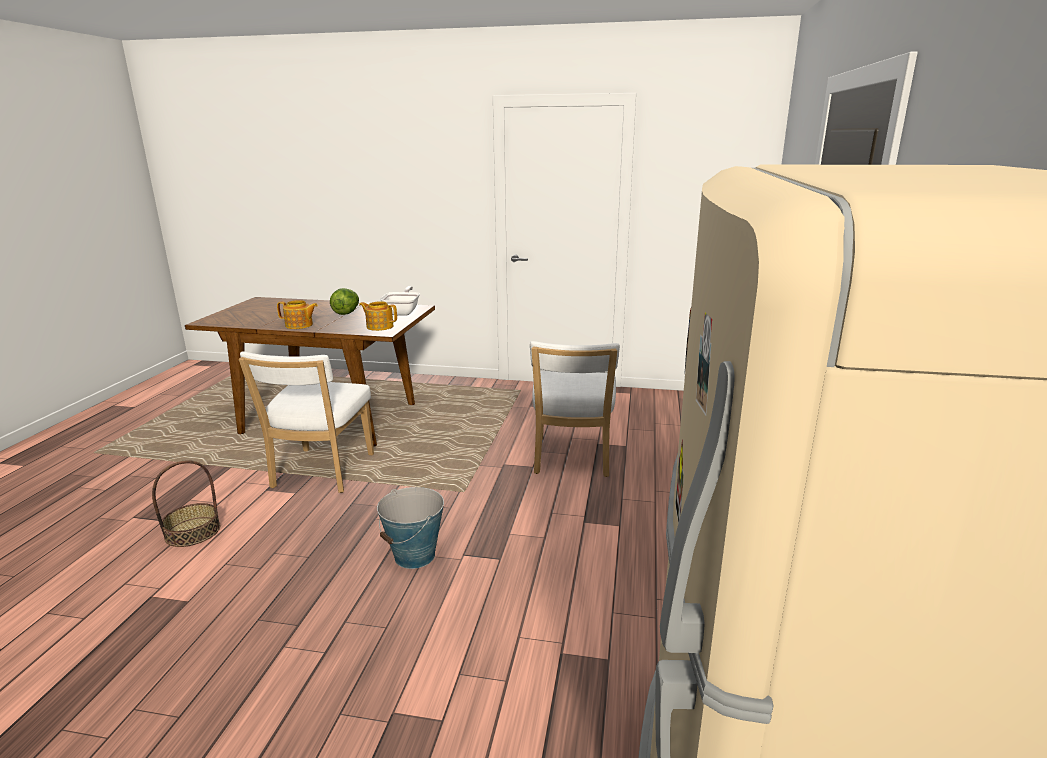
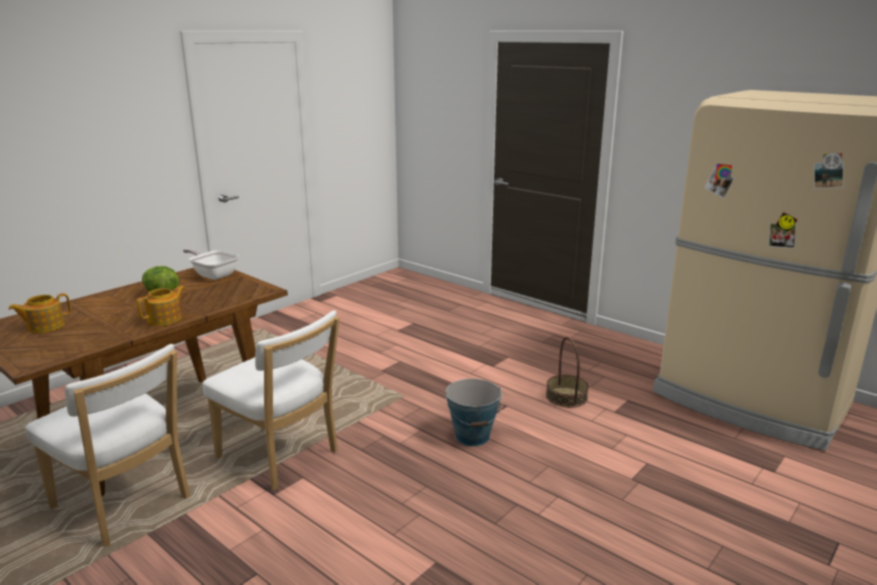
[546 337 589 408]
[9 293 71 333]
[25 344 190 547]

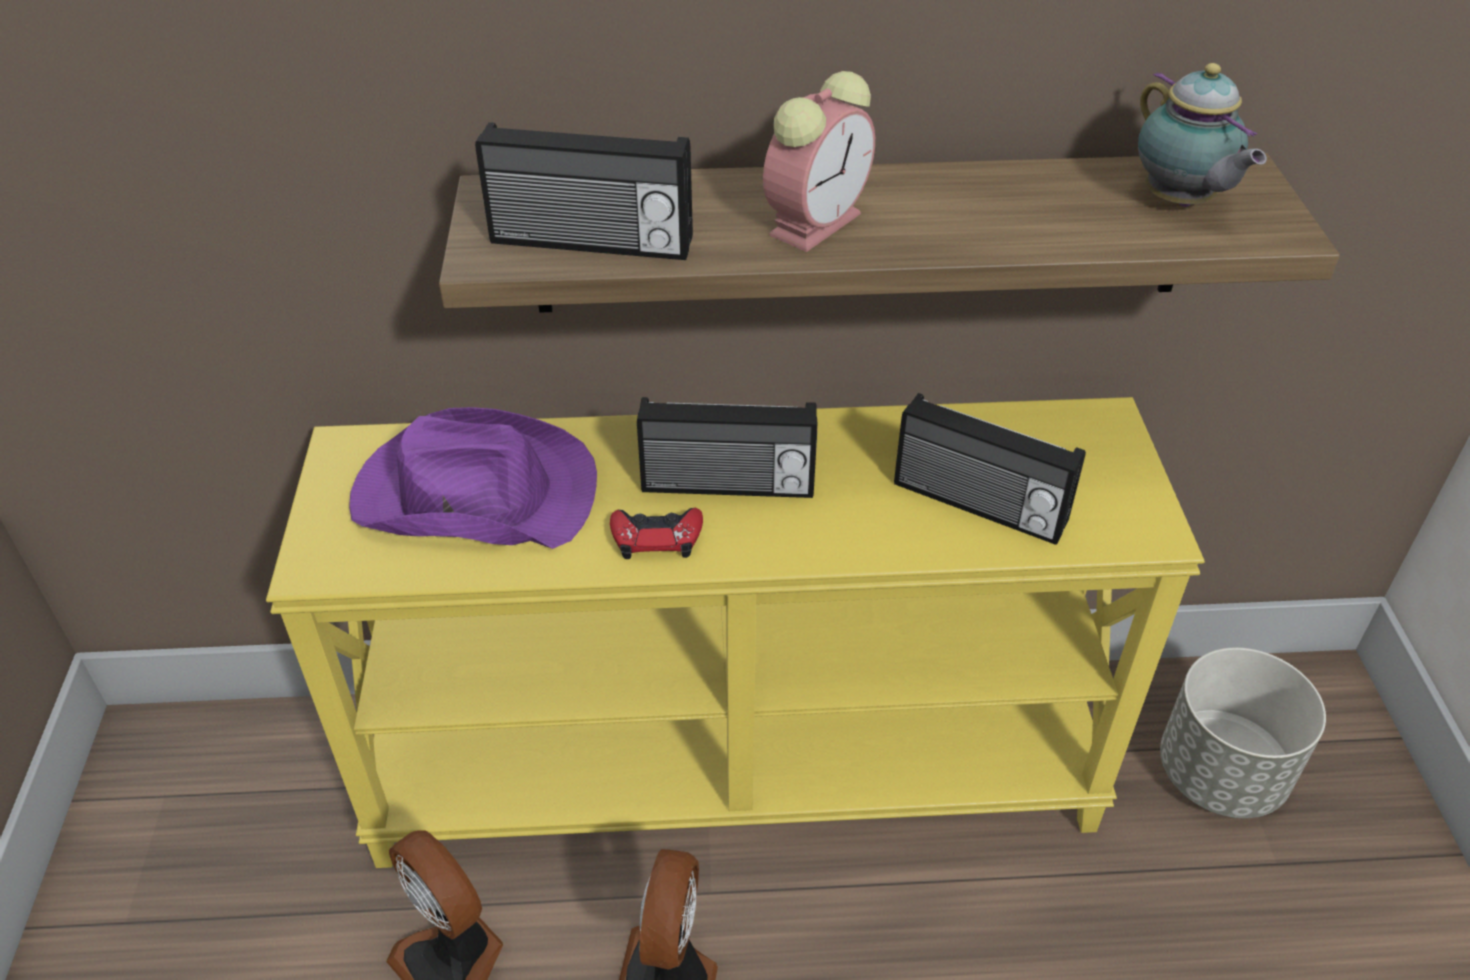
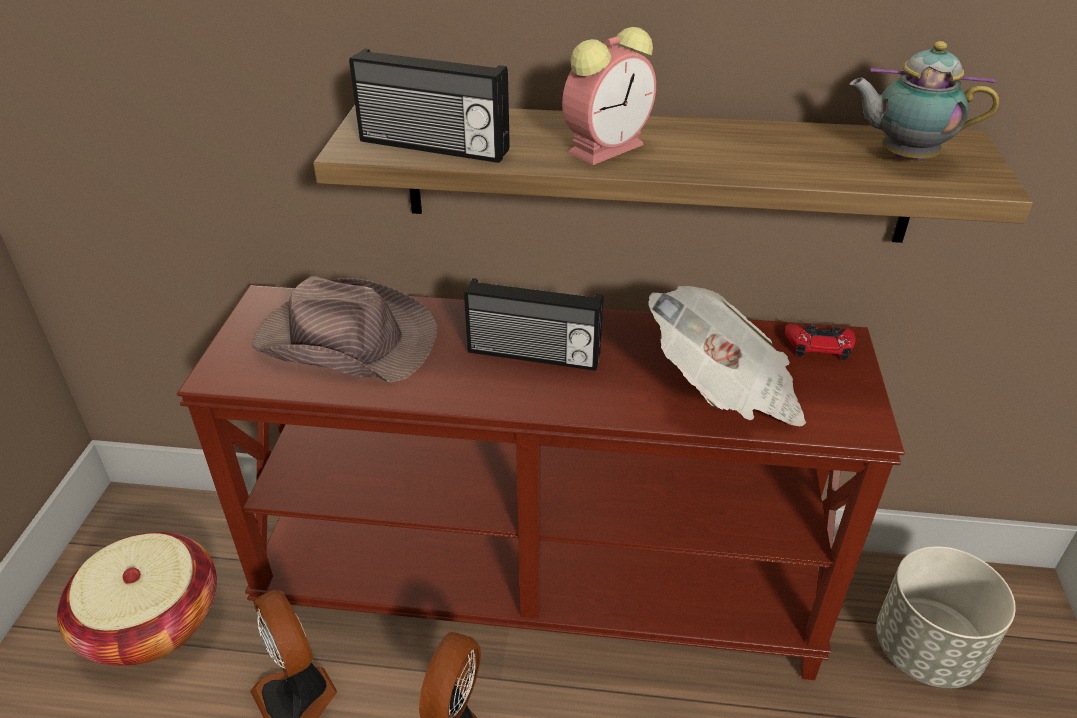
[57 532 217 666]
[785 324 855 361]
[648 286 806 427]
[177 285 905 680]
[252 276 438 383]
[849 41 999 160]

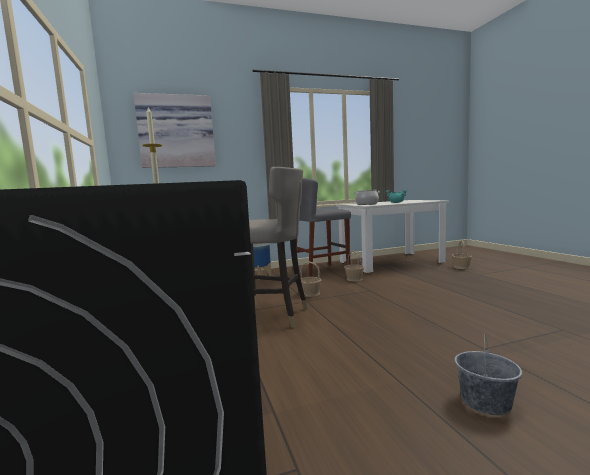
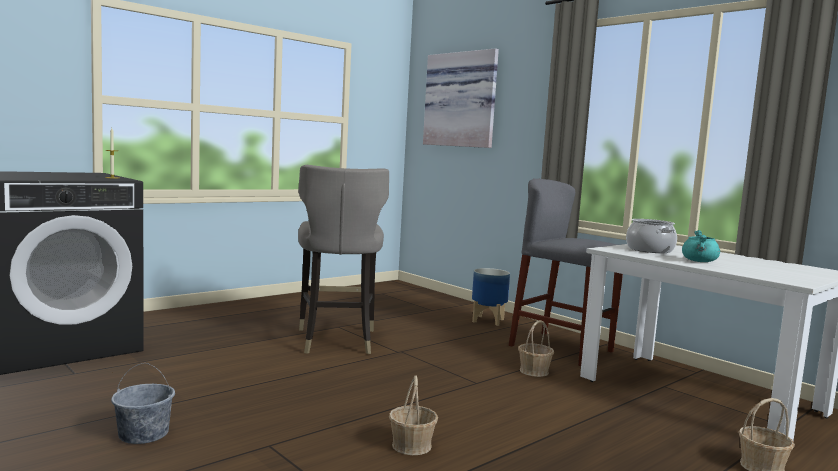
[389 375 438 455]

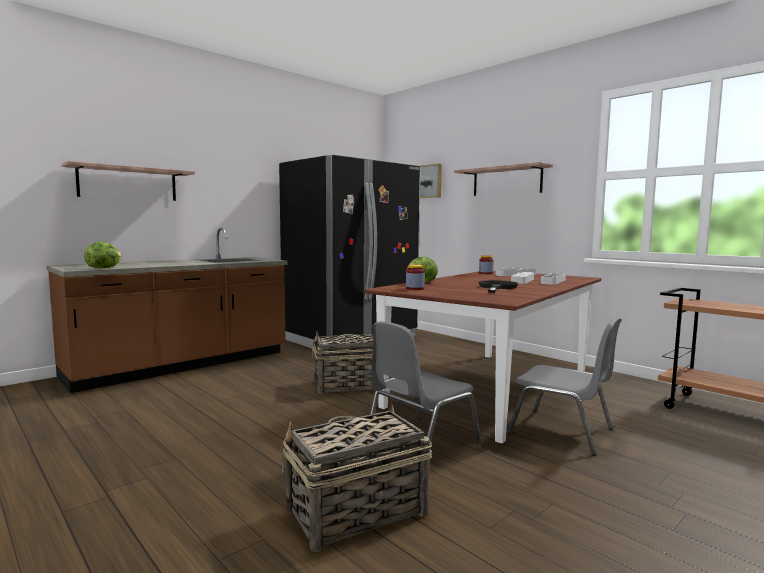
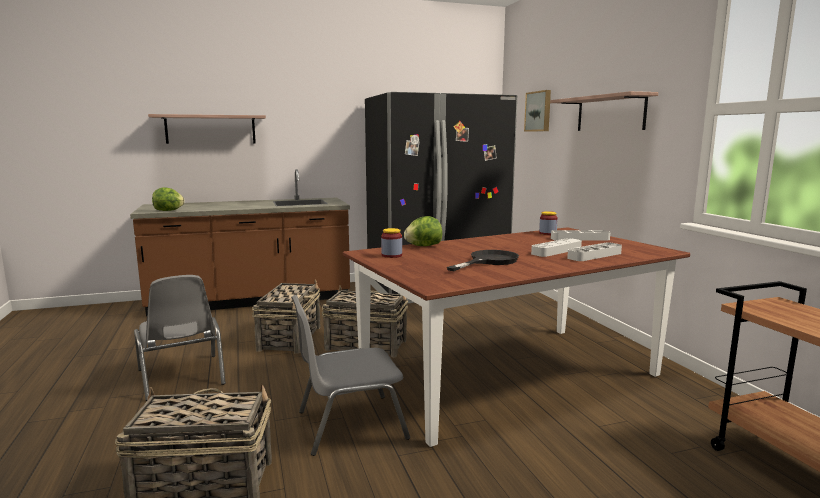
[252 279 320 354]
[134 275 226 401]

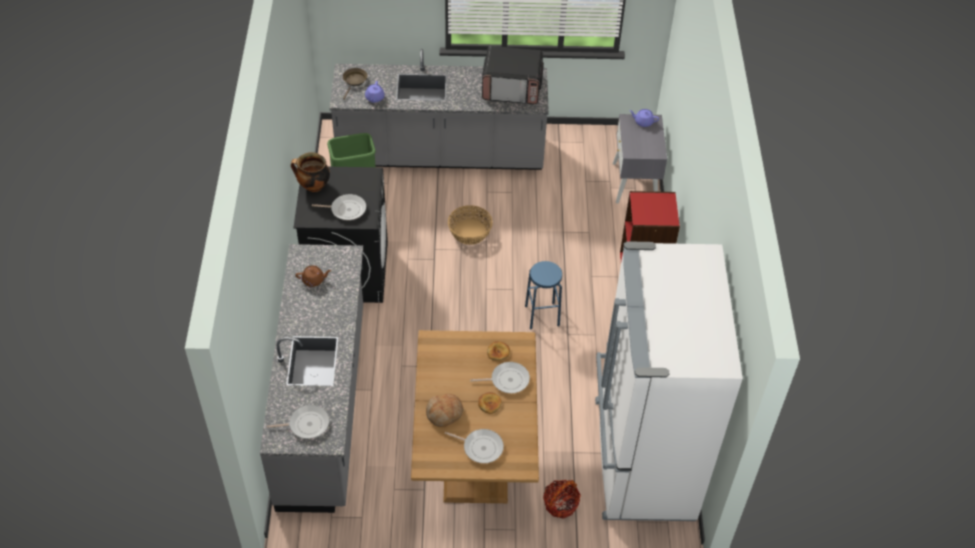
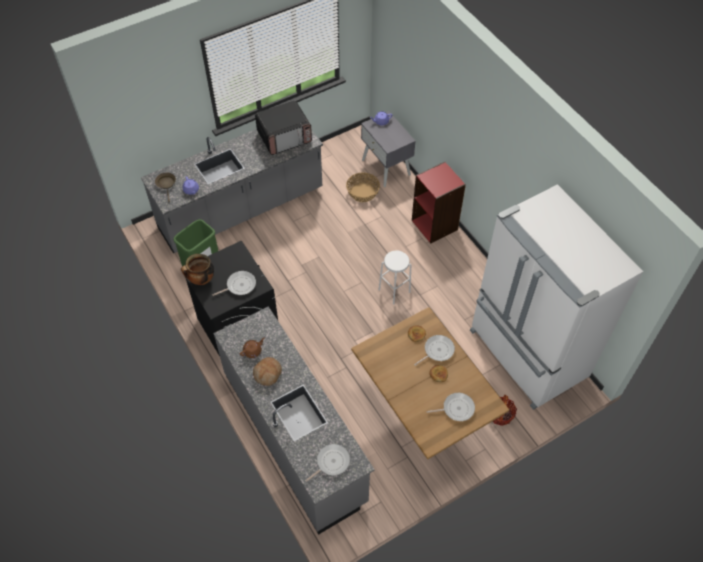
[253 357 282 386]
[346 172 380 202]
[379 251 411 304]

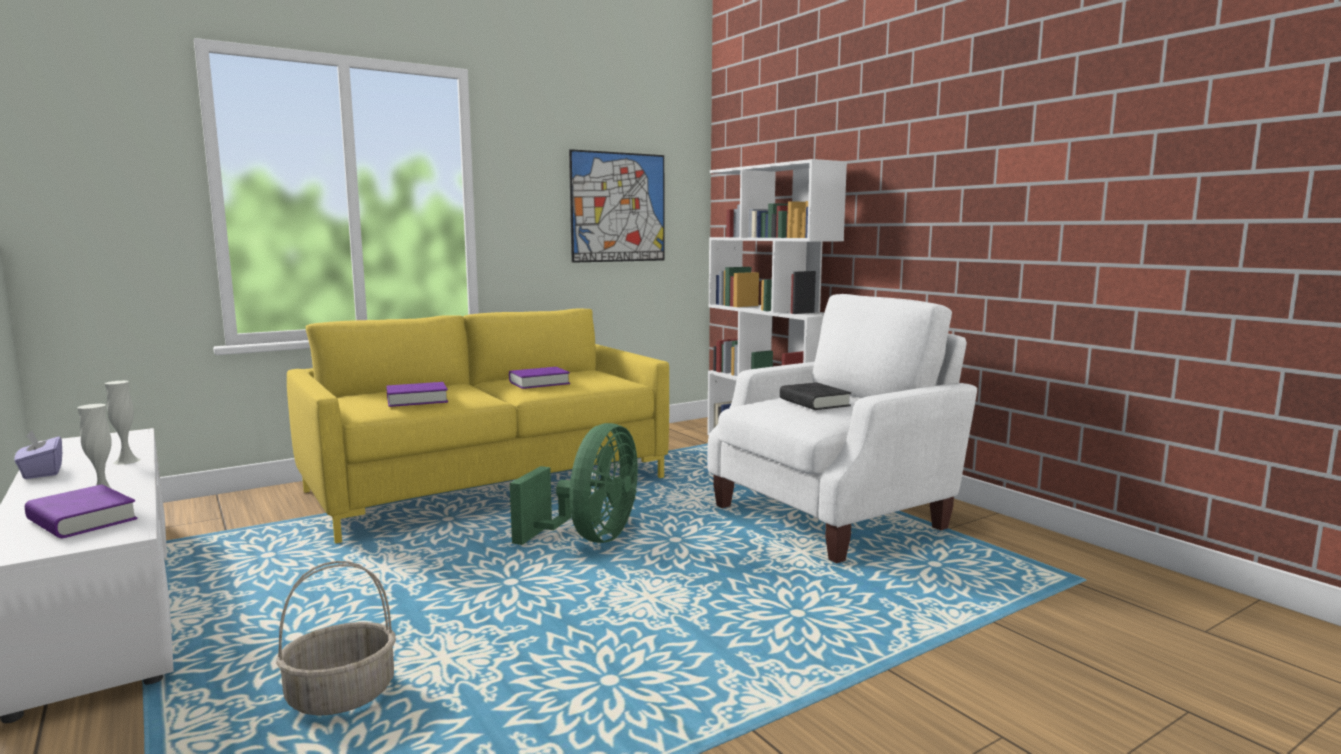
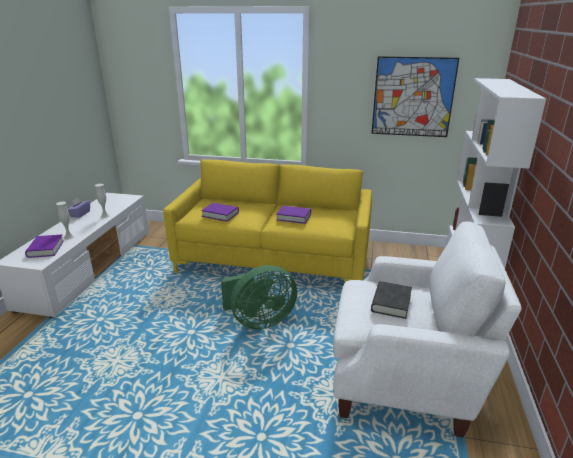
[276 561 396 716] (first image)

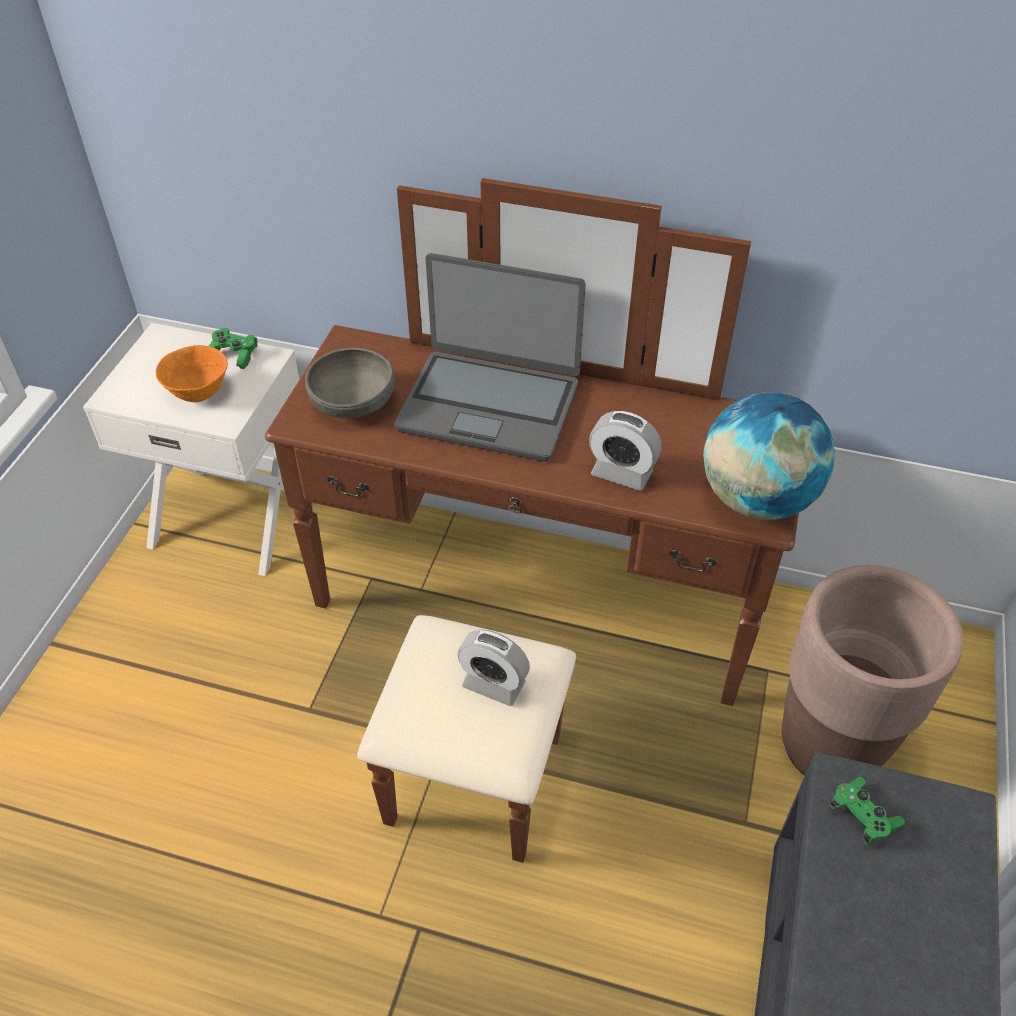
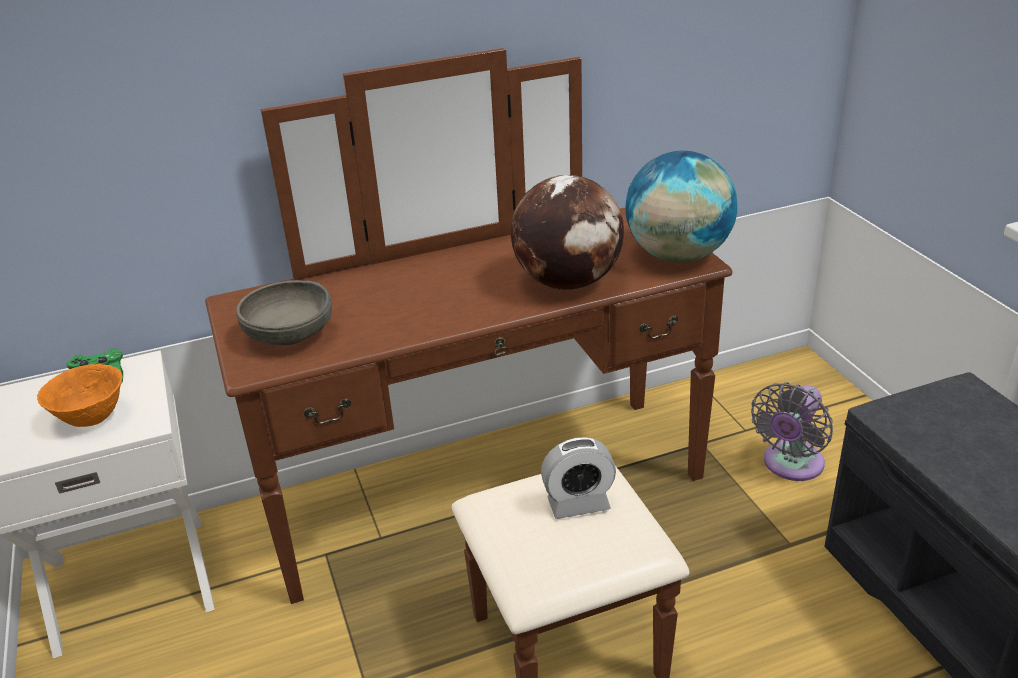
[394 253 586 462] (first image)
[830 777 905 845] (first image)
[511 175 624 290]
[751 382 833 481]

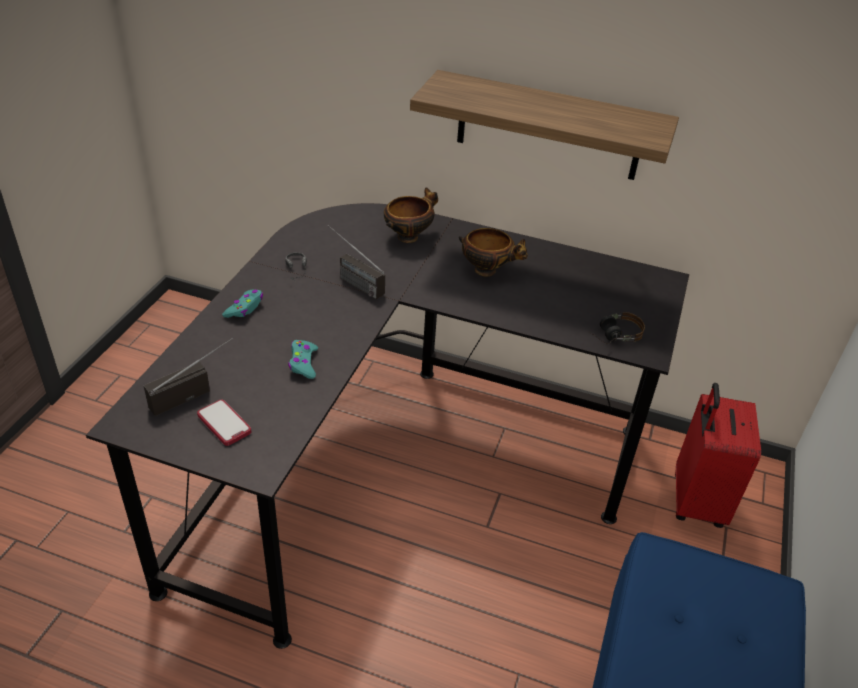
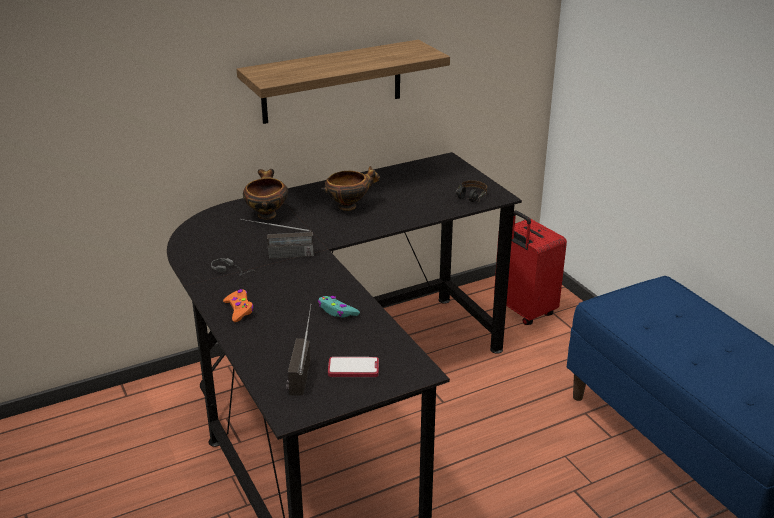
[223 289 254 322]

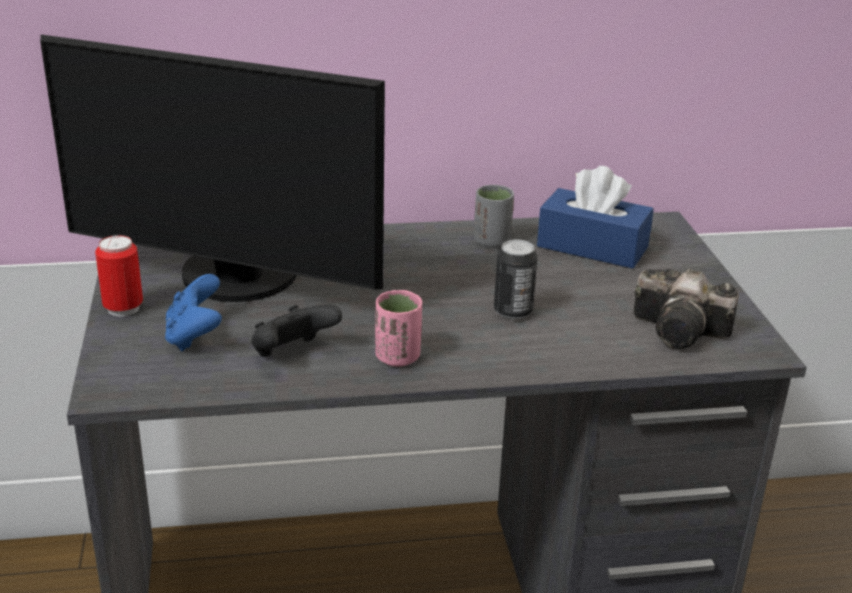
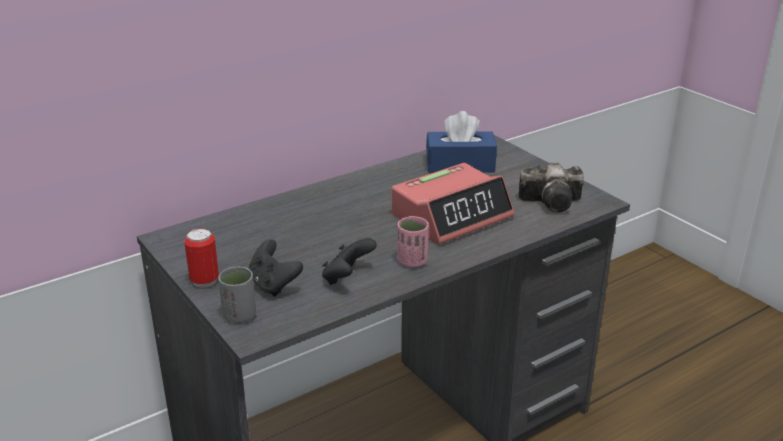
[40 35 385 302] (first image)
[218 267 256 323]
[392 163 514 245]
[248 239 303 297]

